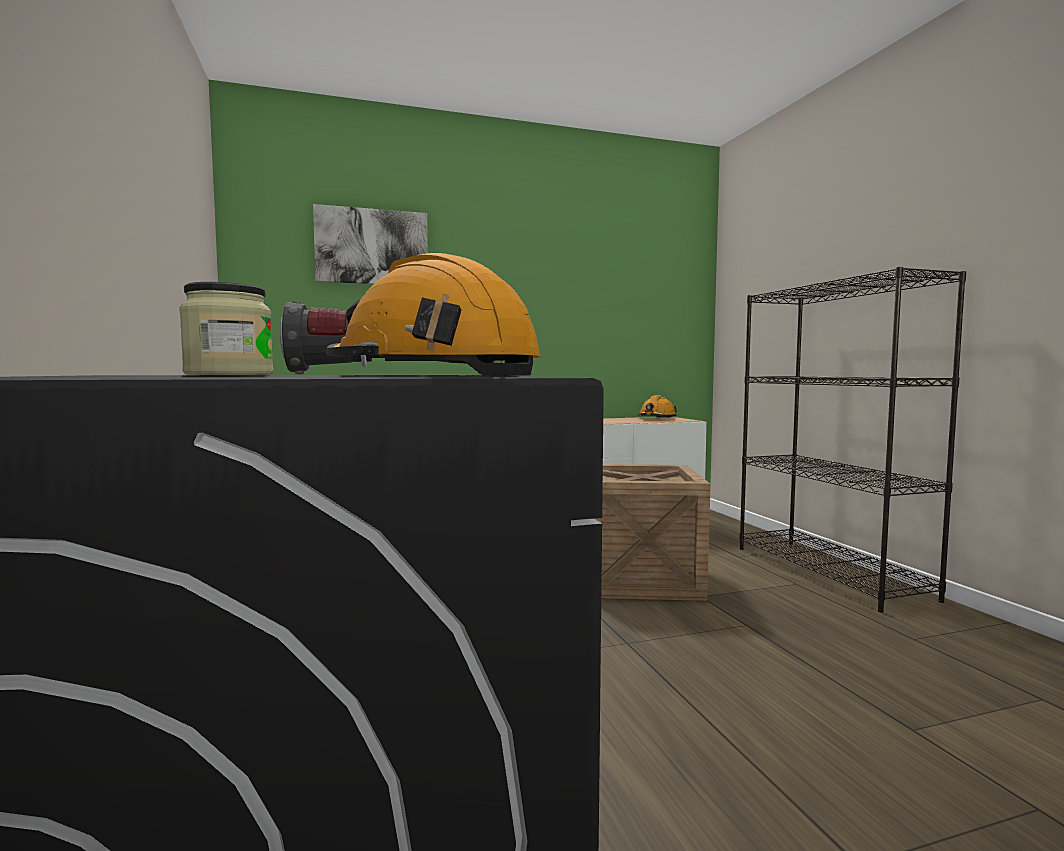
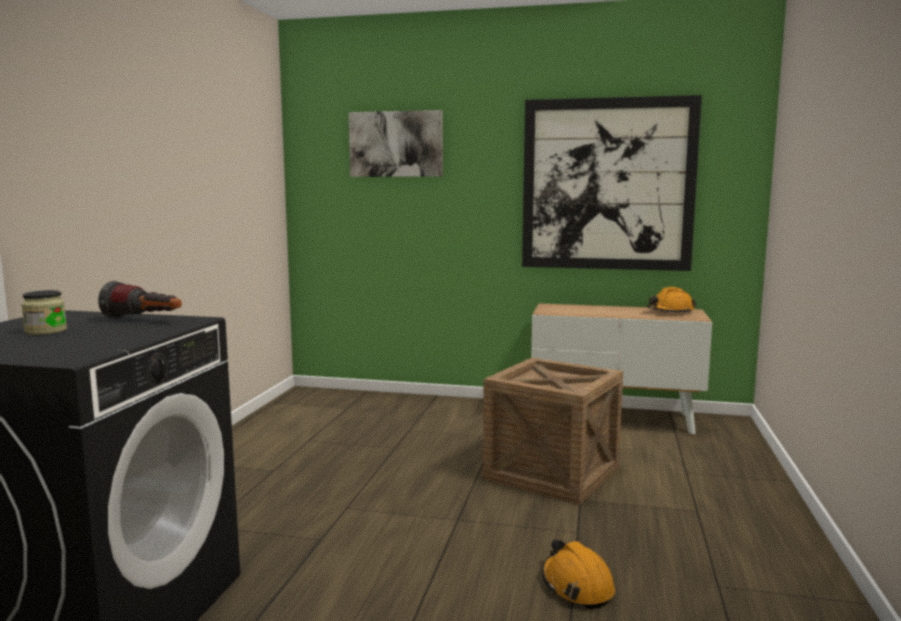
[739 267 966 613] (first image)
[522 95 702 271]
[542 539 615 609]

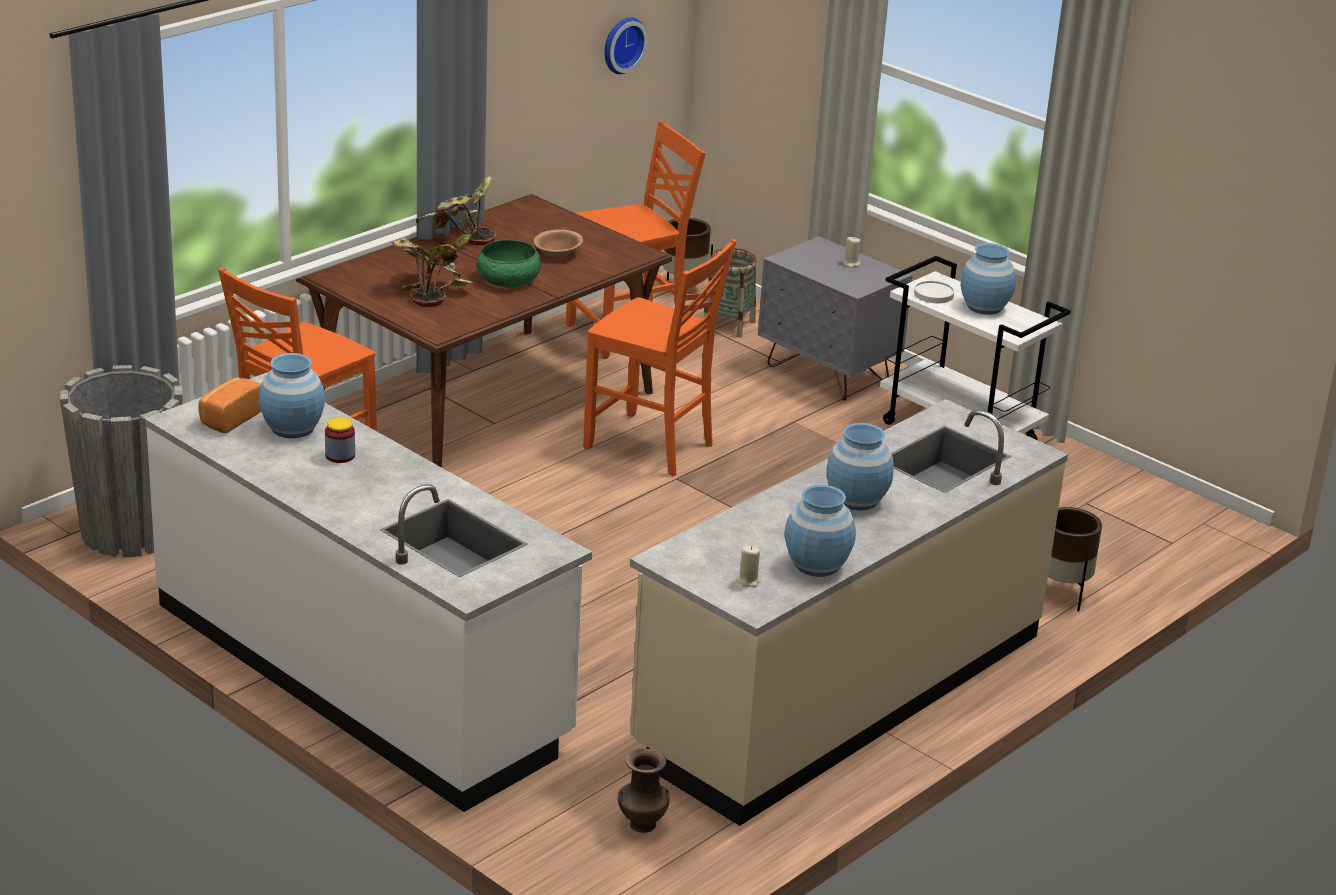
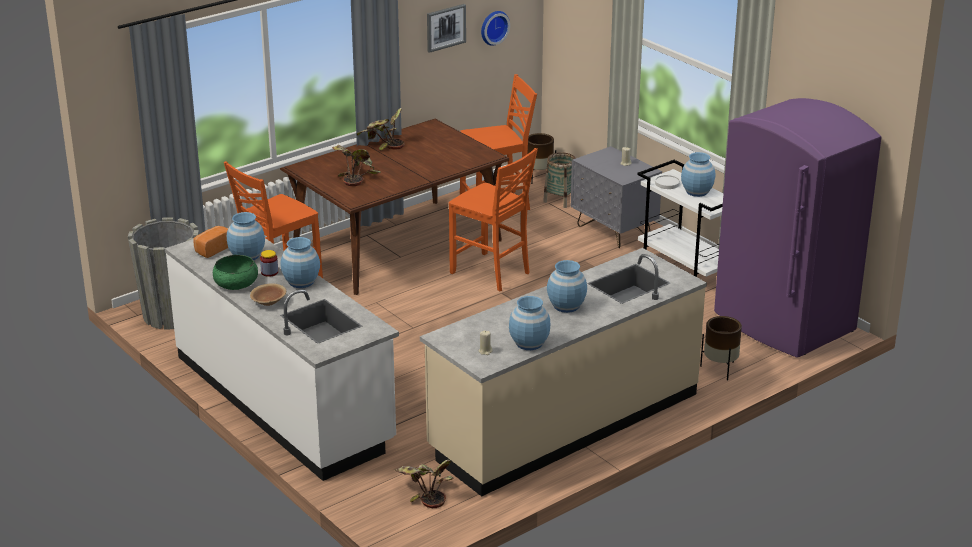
[281 237 320 288]
[427 4 466 53]
[714 98 881 358]
[213 255 258 290]
[250 283 286 306]
[395 460 454 508]

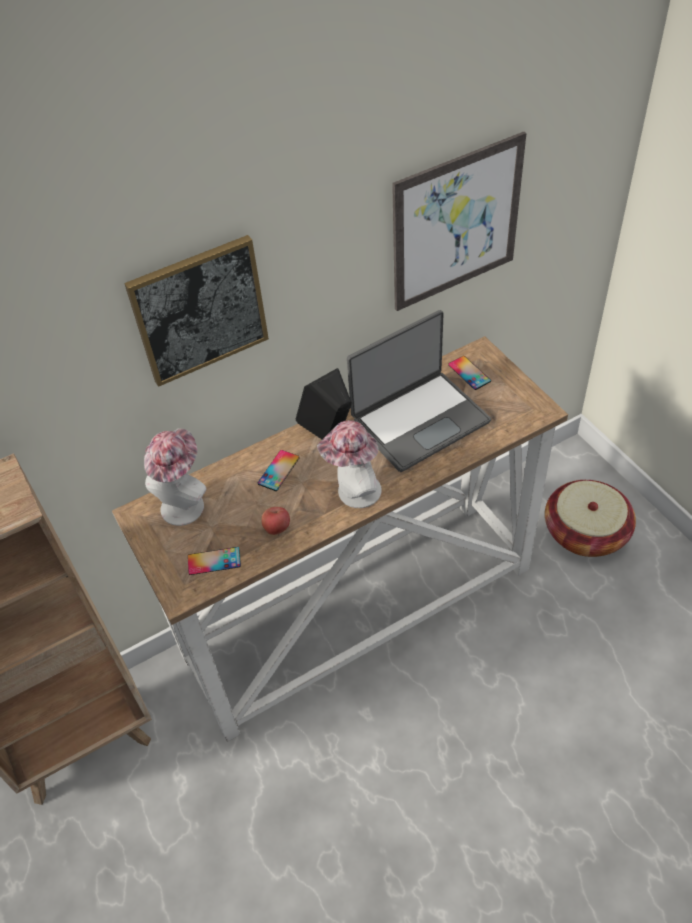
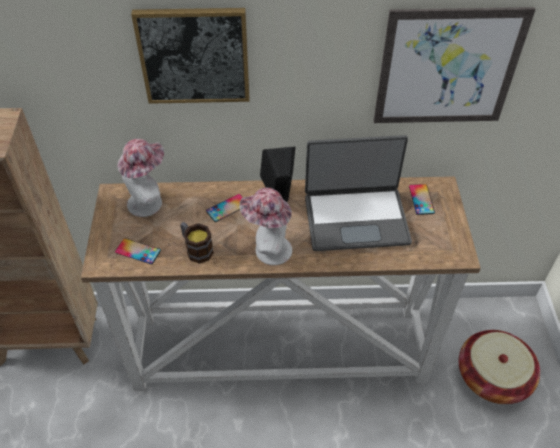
[180 222 214 264]

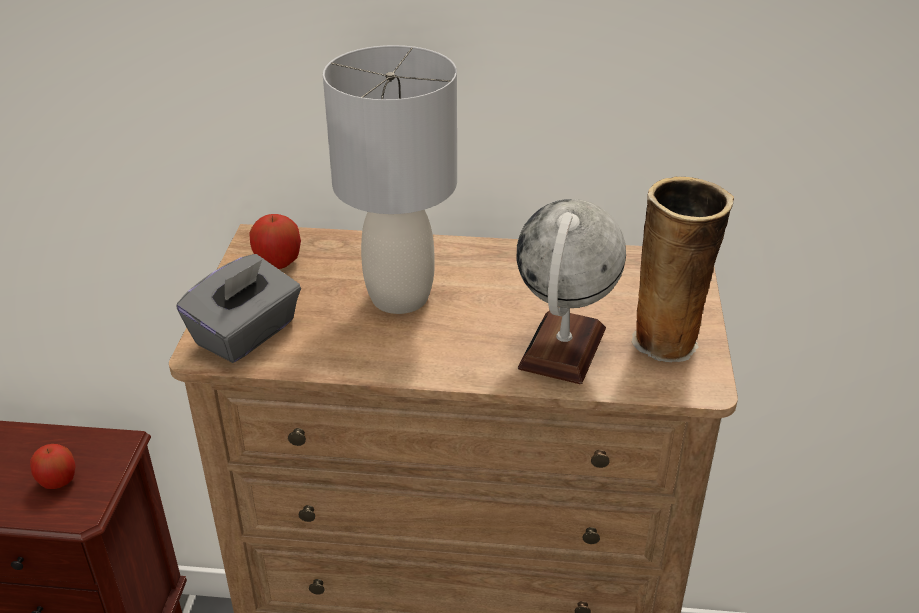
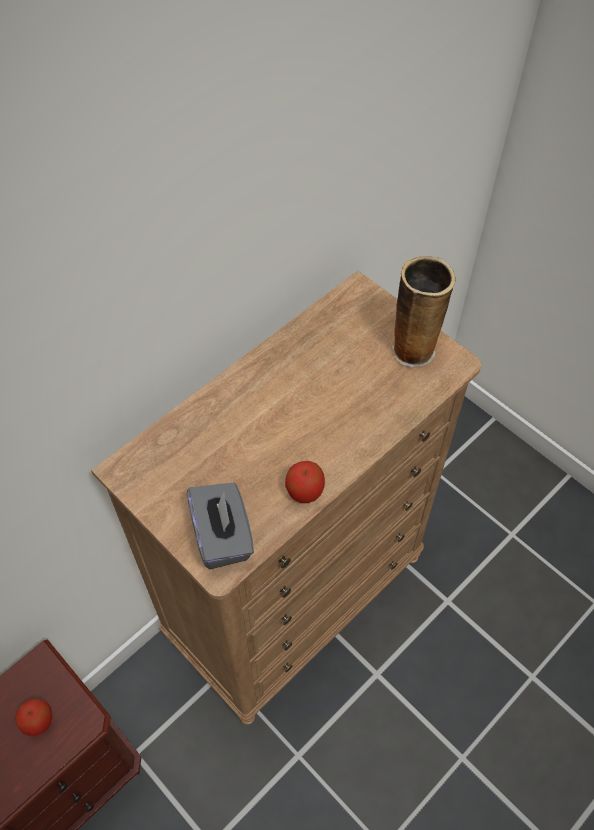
[323 45 457 314] (first image)
[517 199 626 384] (first image)
[285 461 325 503]

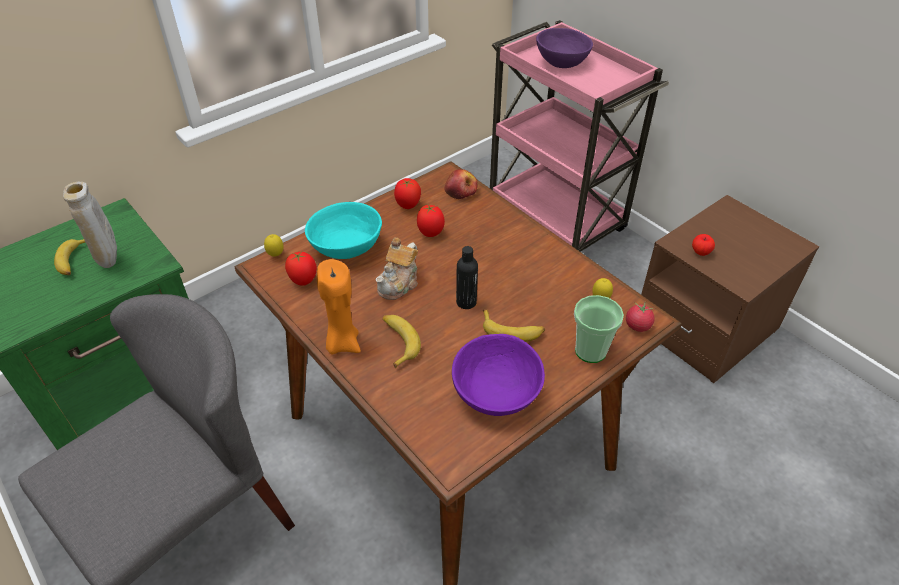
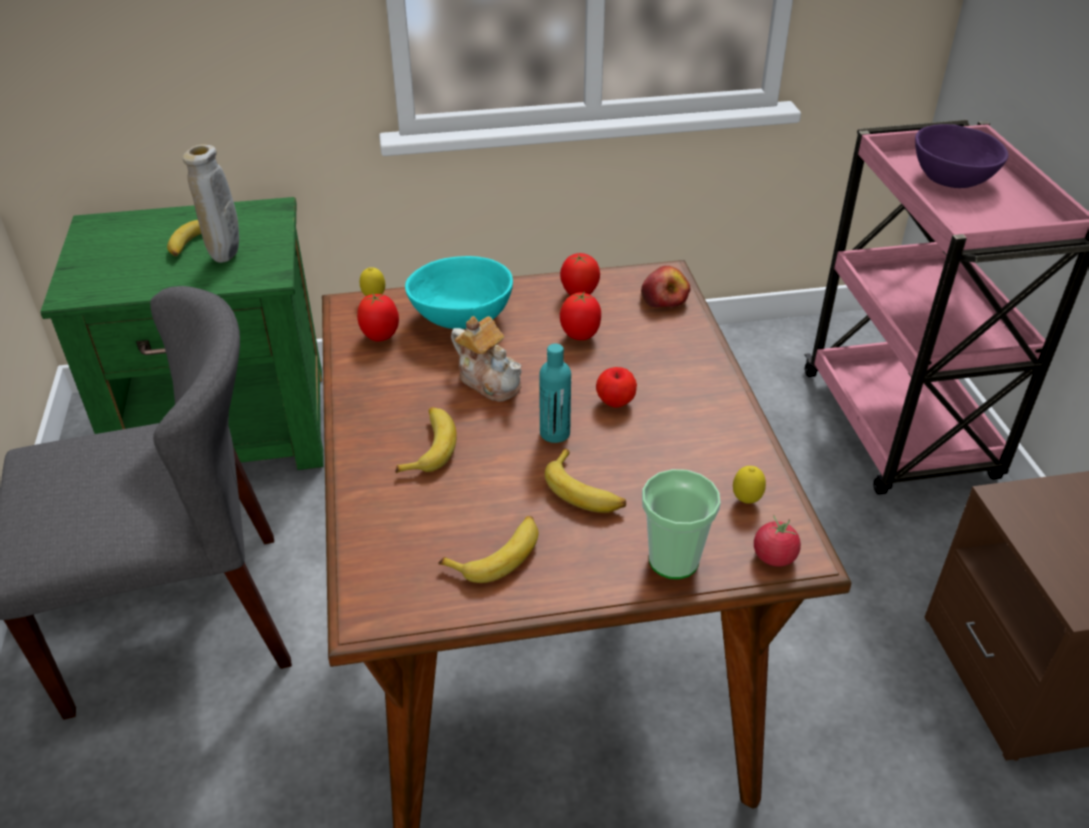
[317 259 361 354] (first image)
[596 367 637 408]
[438 516 538 583]
[539 344 571 443]
[451 316 522 401]

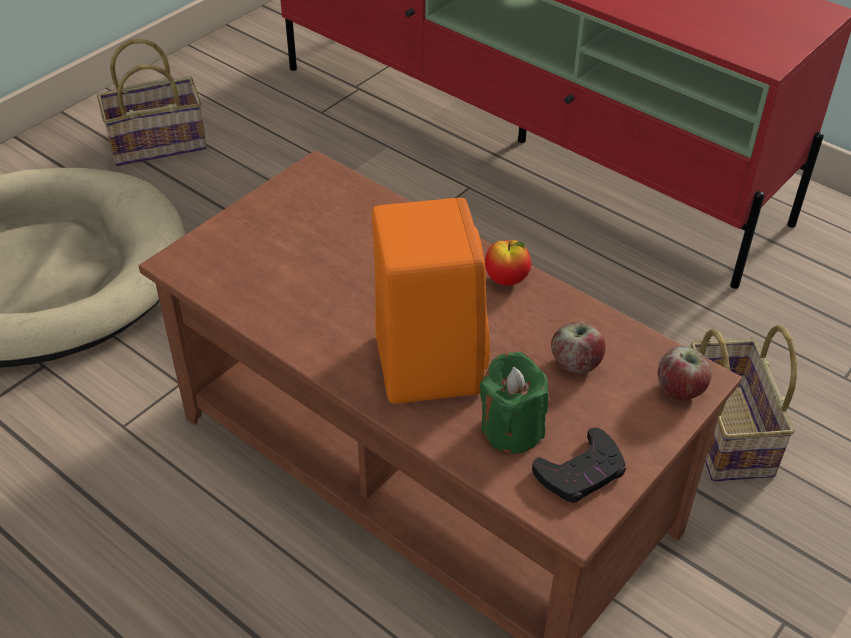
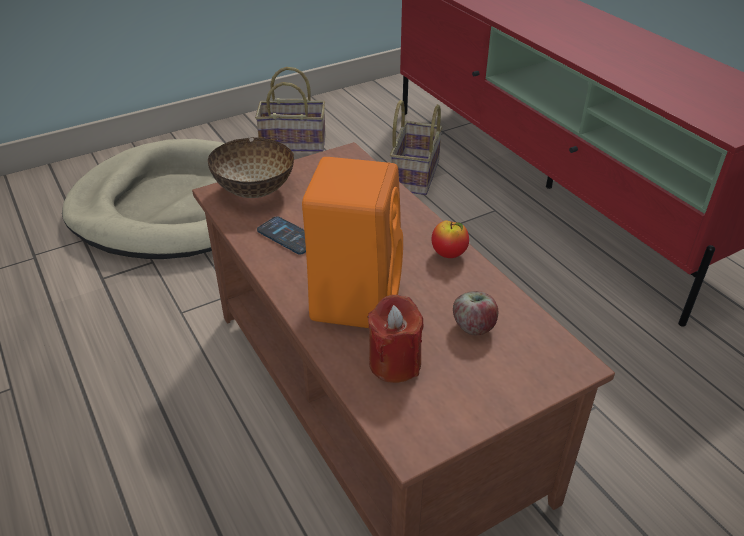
[532 427 626 503] (first image)
[658 346 712 400] (first image)
[208 137 294 198]
[257 216 306 255]
[390 100 443 195]
[367 295 424 383]

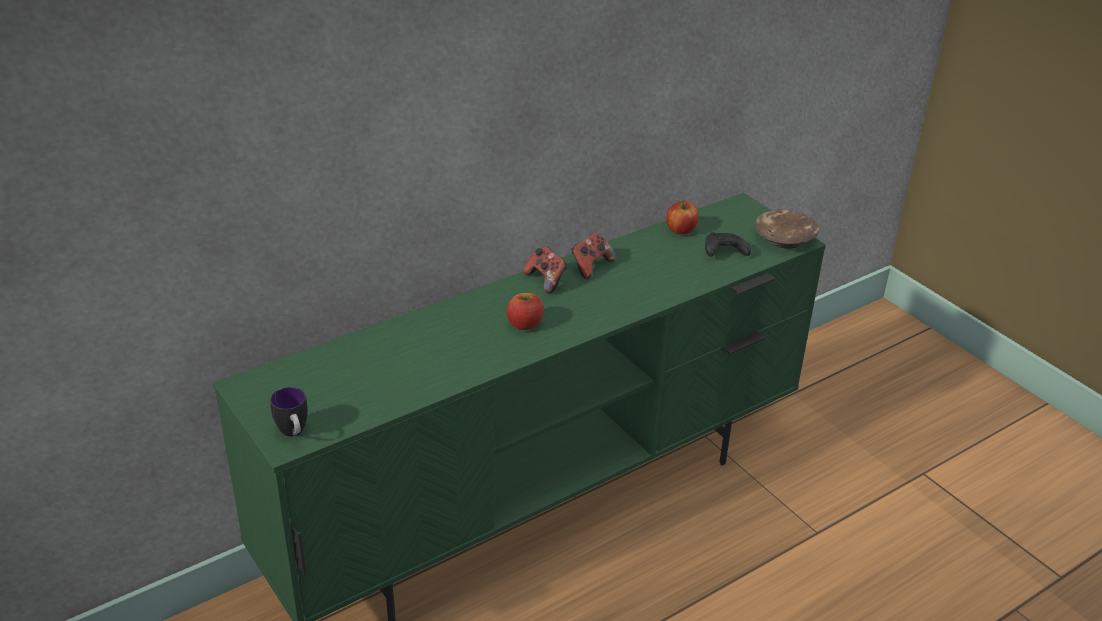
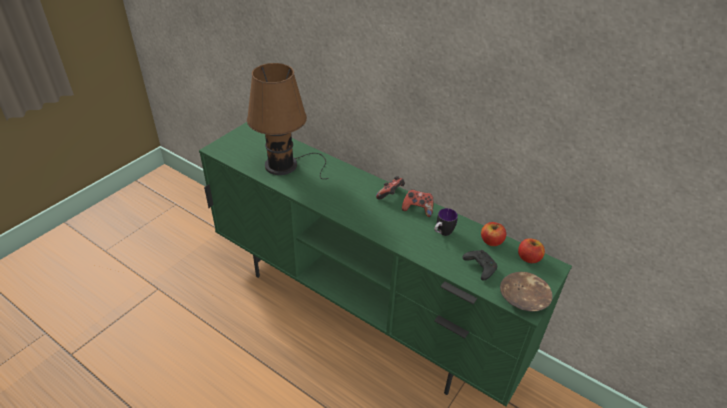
[247 63 329 179]
[434 208 458 236]
[518 238 545 263]

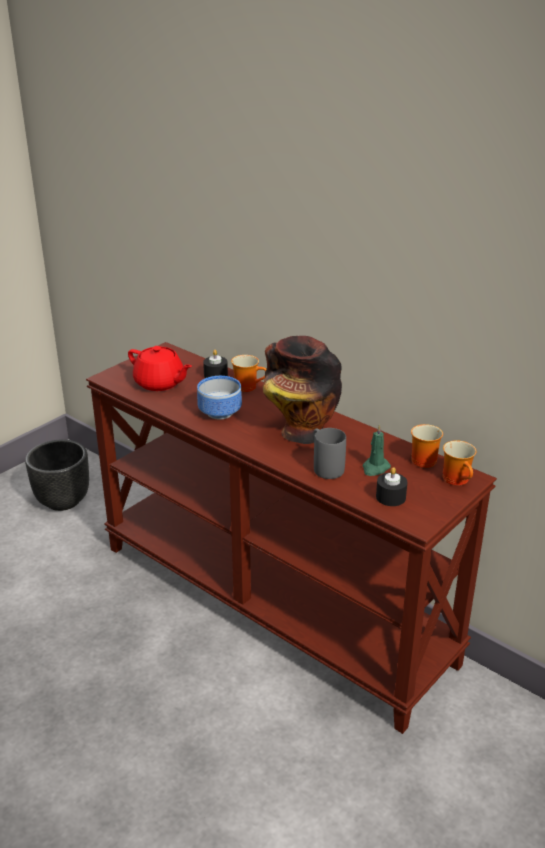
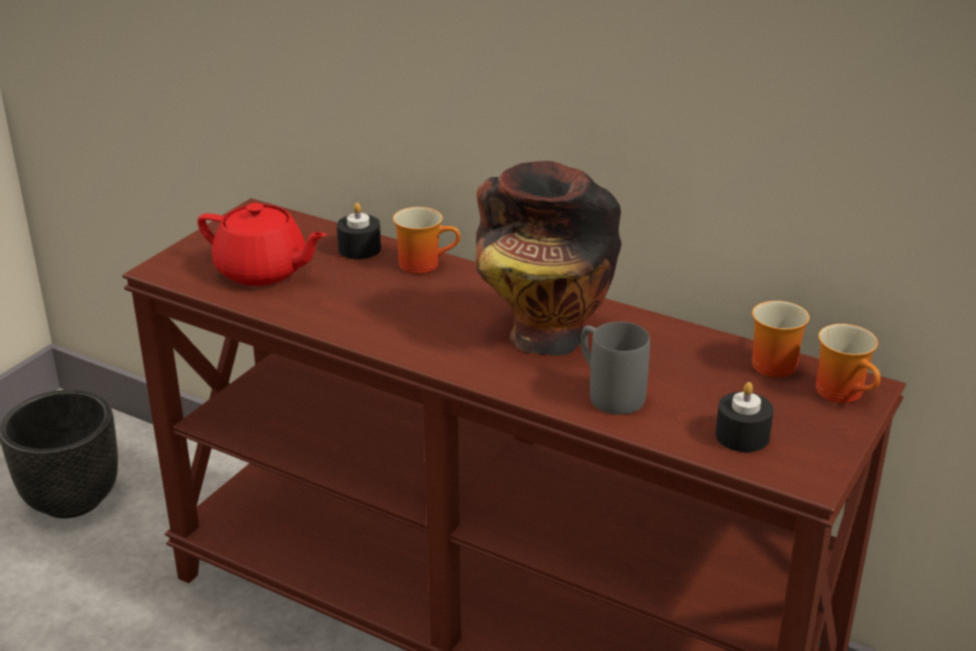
[197 376 242 420] (first image)
[362 424 391 476] (first image)

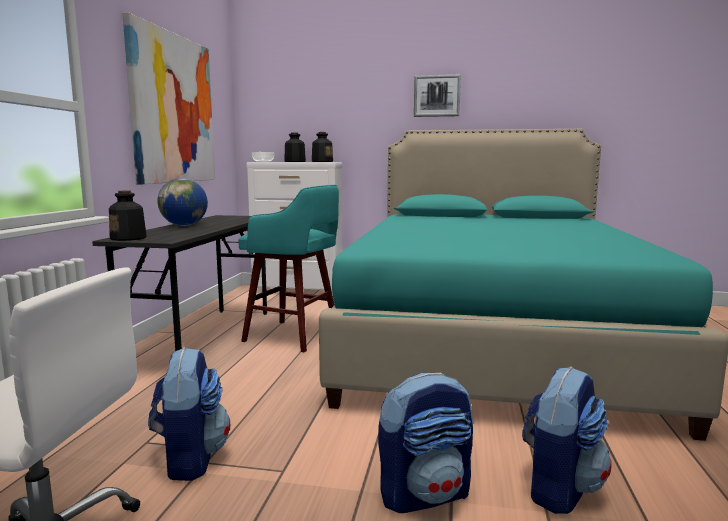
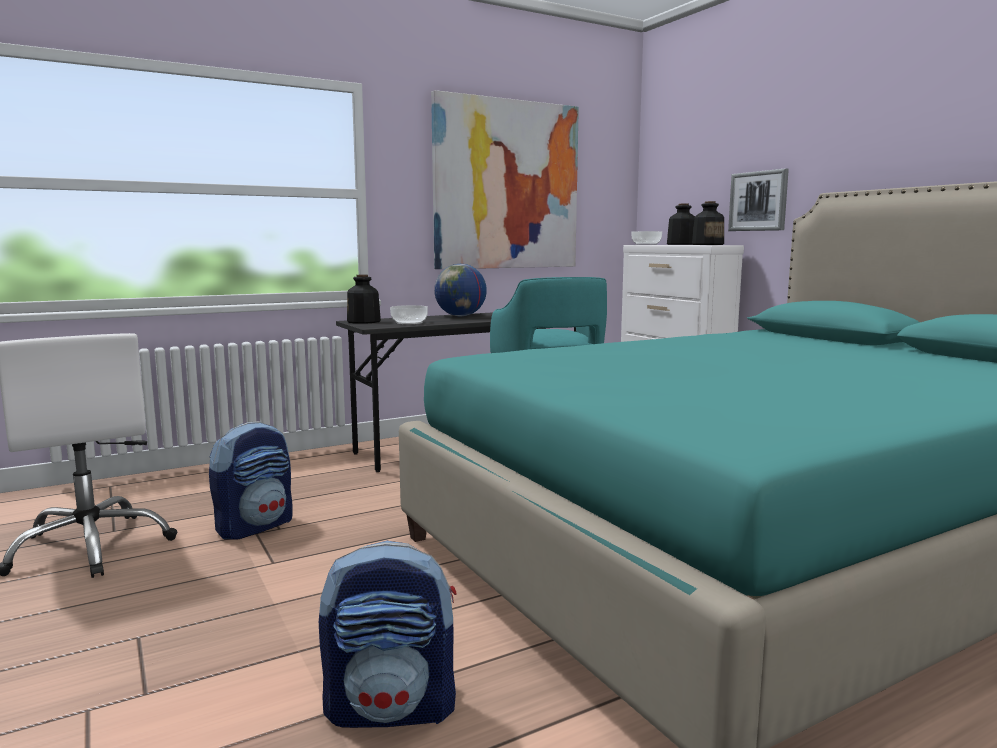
[378 373 473 513] (first image)
[390 305 428 324]
[728 168 789 231]

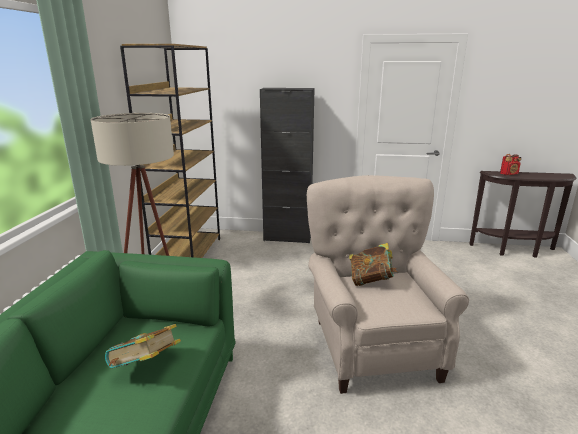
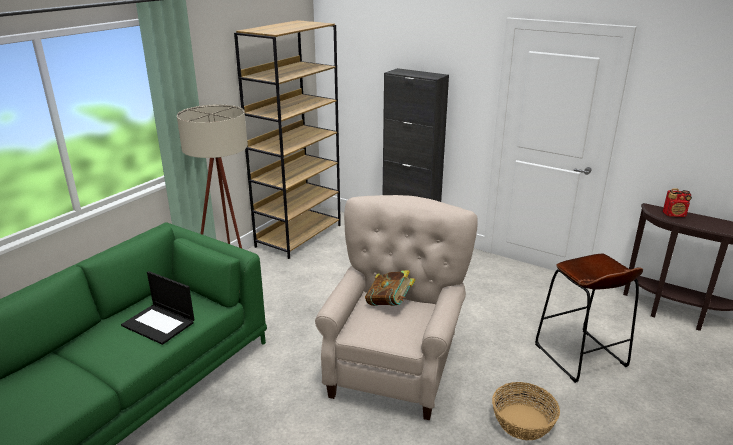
[492 382 560 440]
[535 254 643 383]
[121 271 194 345]

